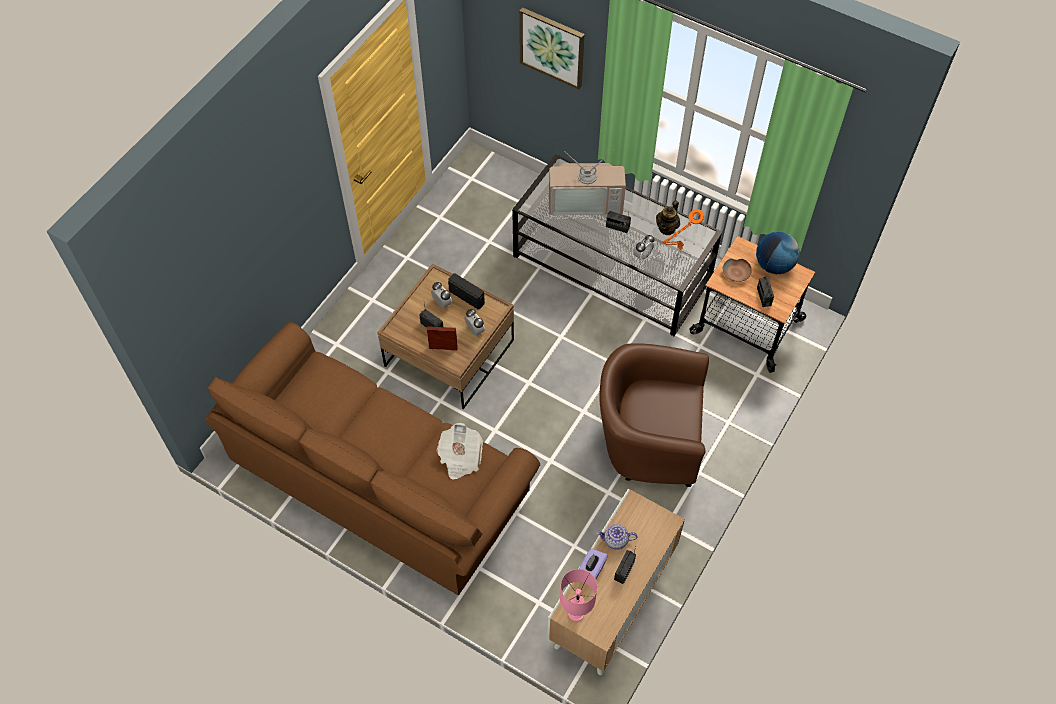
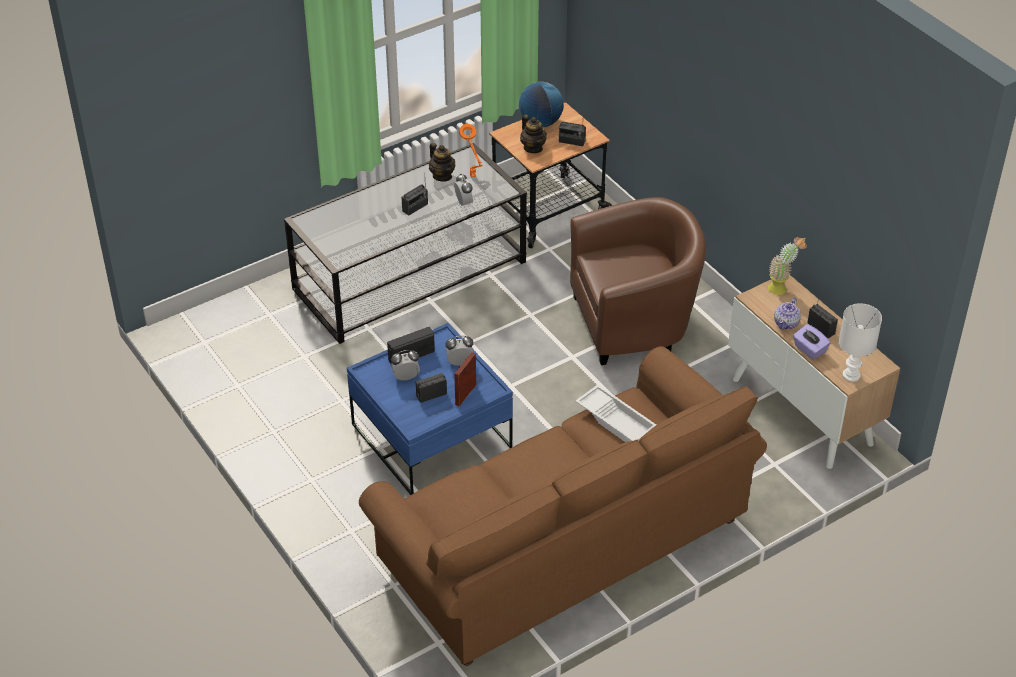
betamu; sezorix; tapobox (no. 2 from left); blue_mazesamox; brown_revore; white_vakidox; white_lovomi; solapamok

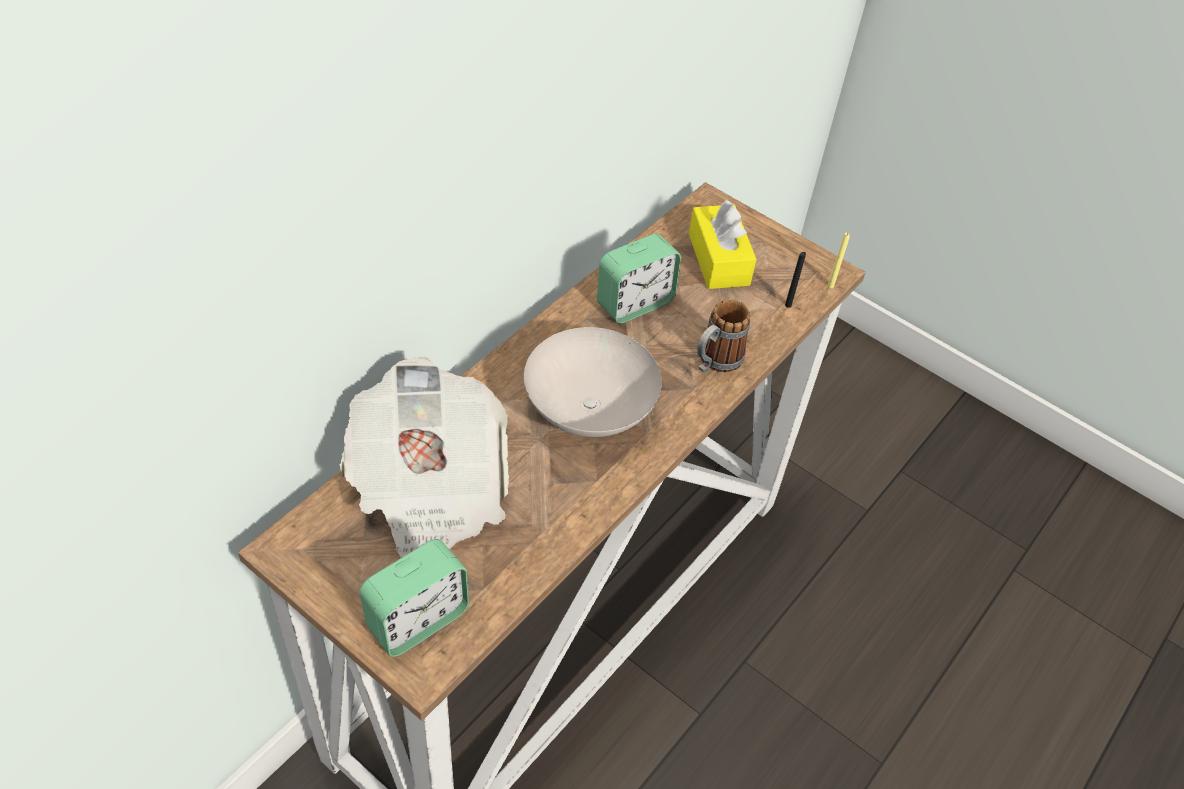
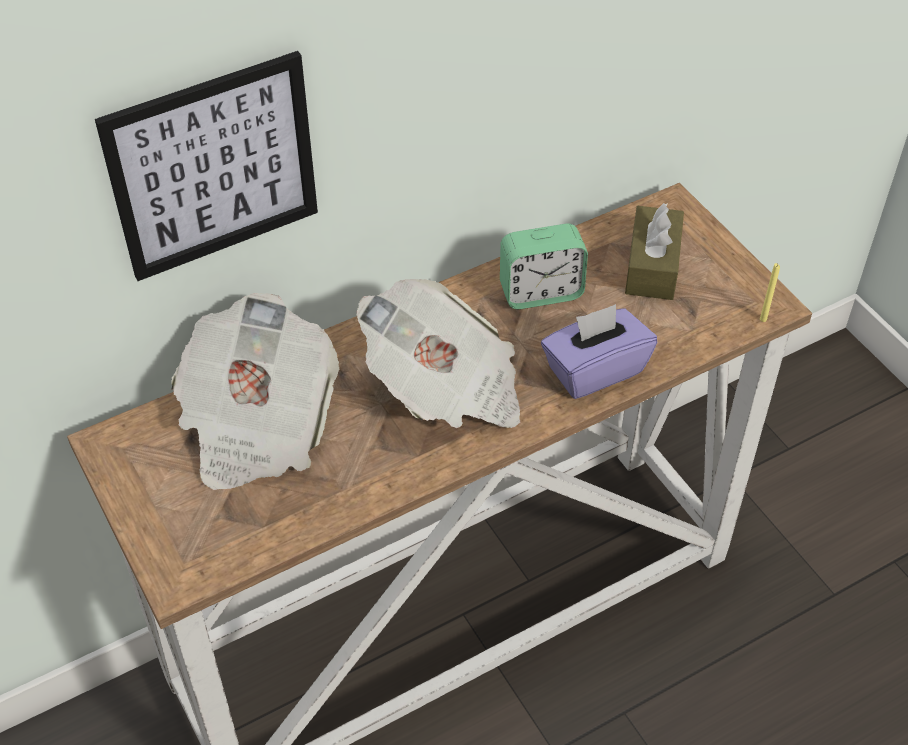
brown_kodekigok; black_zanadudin; purple_kodekigok; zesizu (no. 2 from left); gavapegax (no. 1 from left in the first image); betamu

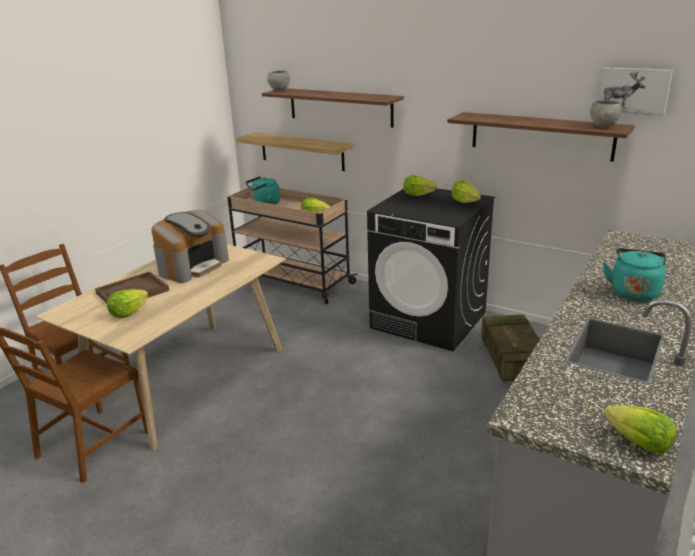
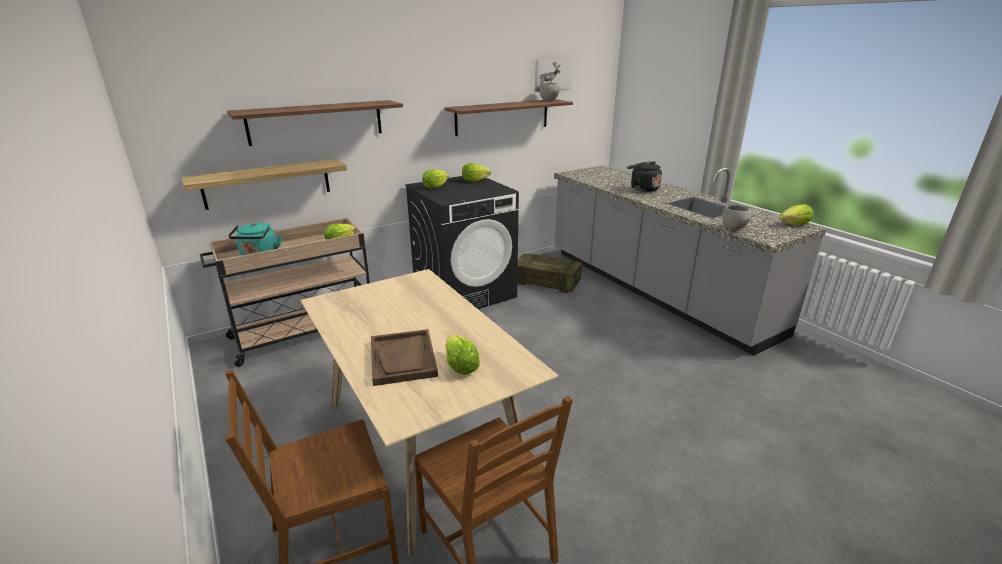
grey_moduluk (no. 2 from left); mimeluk; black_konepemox

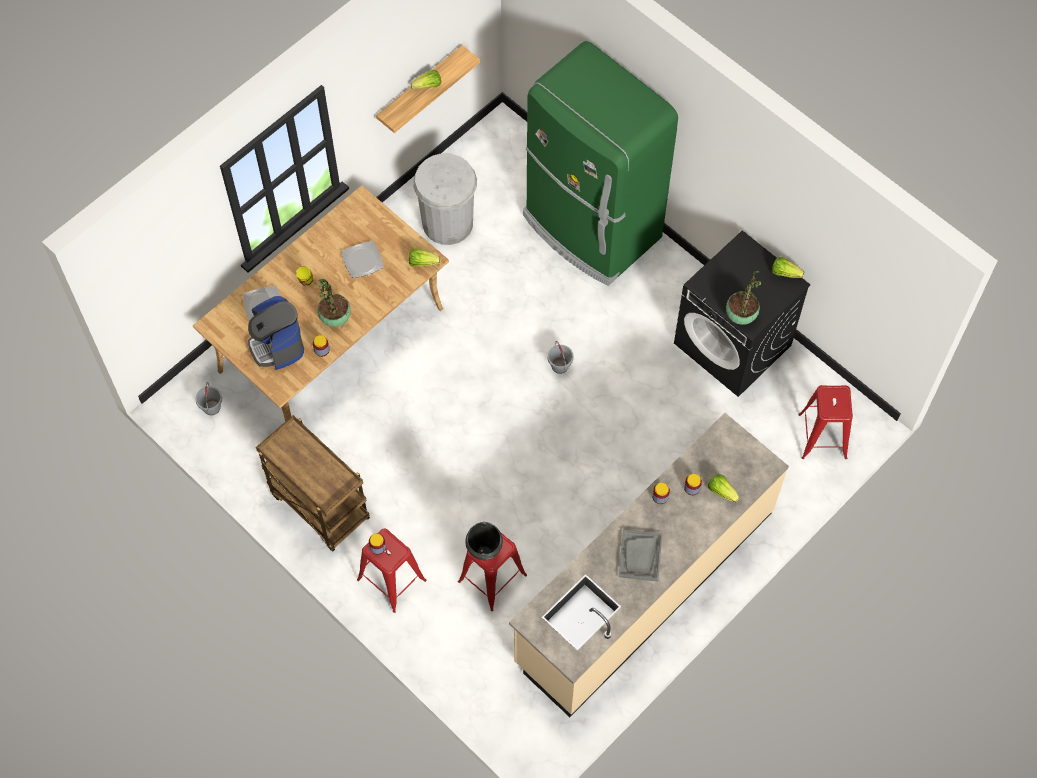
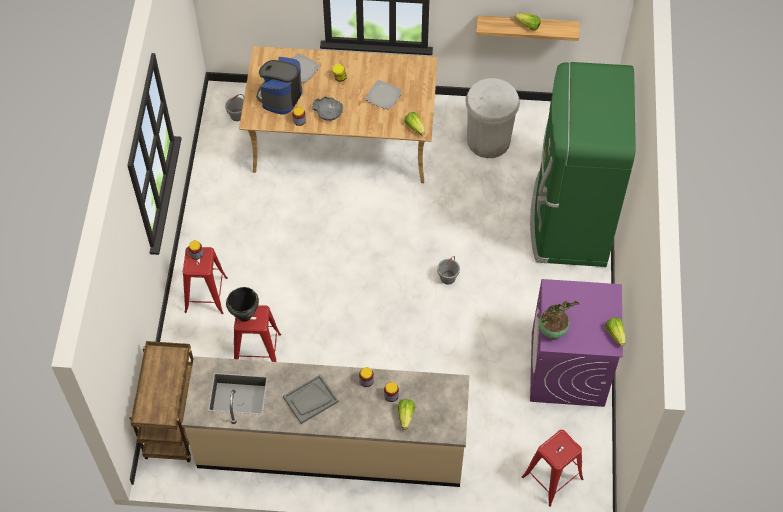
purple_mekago; grey_moduluk; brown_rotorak

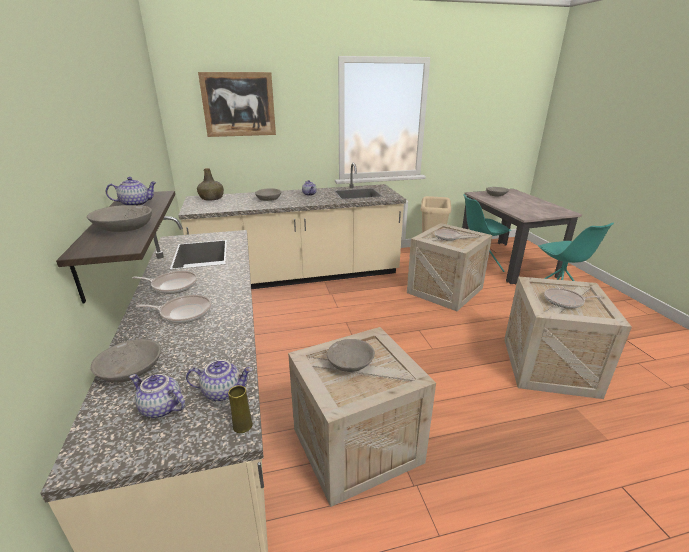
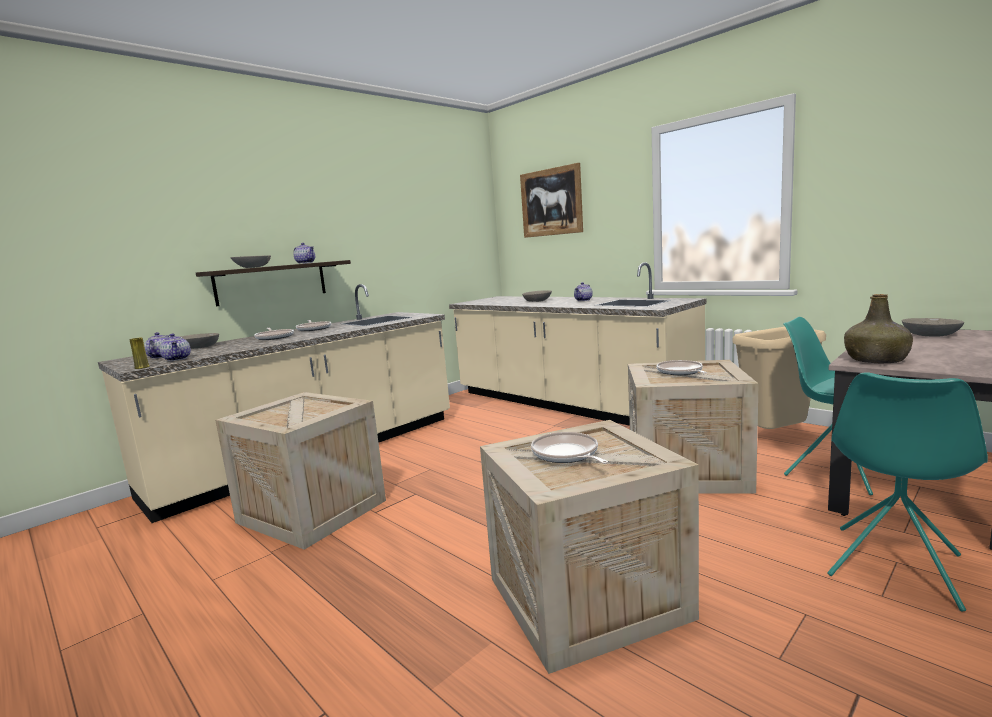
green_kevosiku; grey_moduluk (no. 4 from left in the first image)

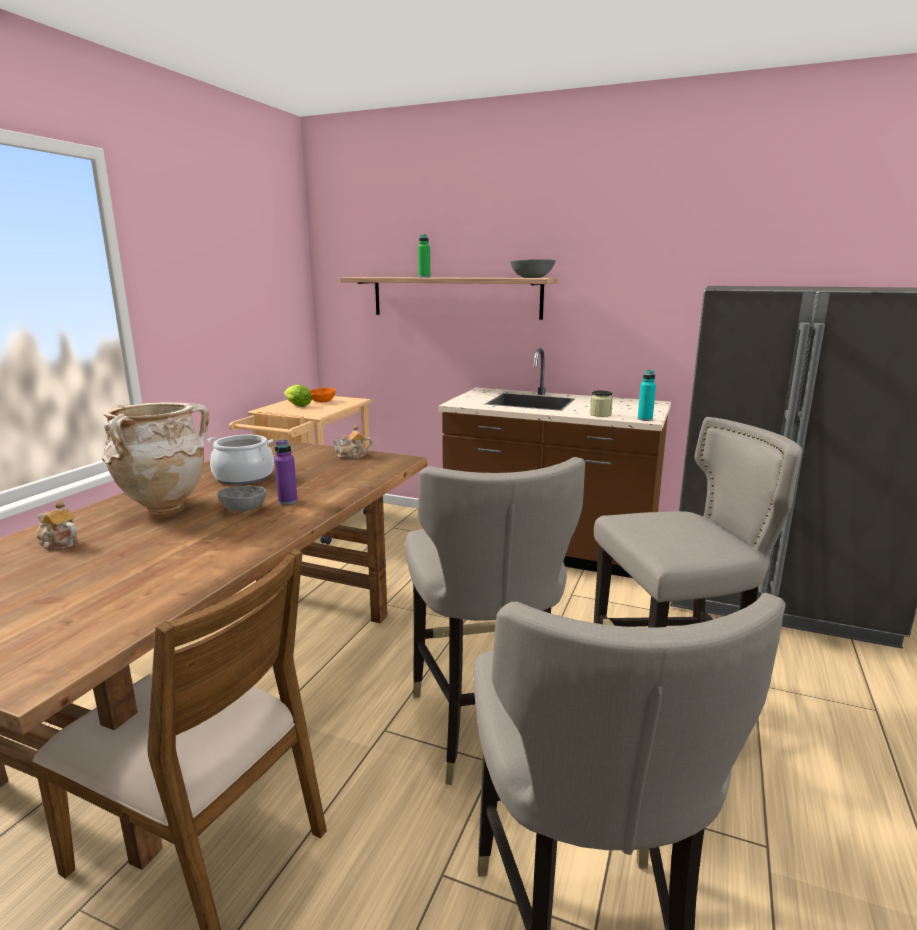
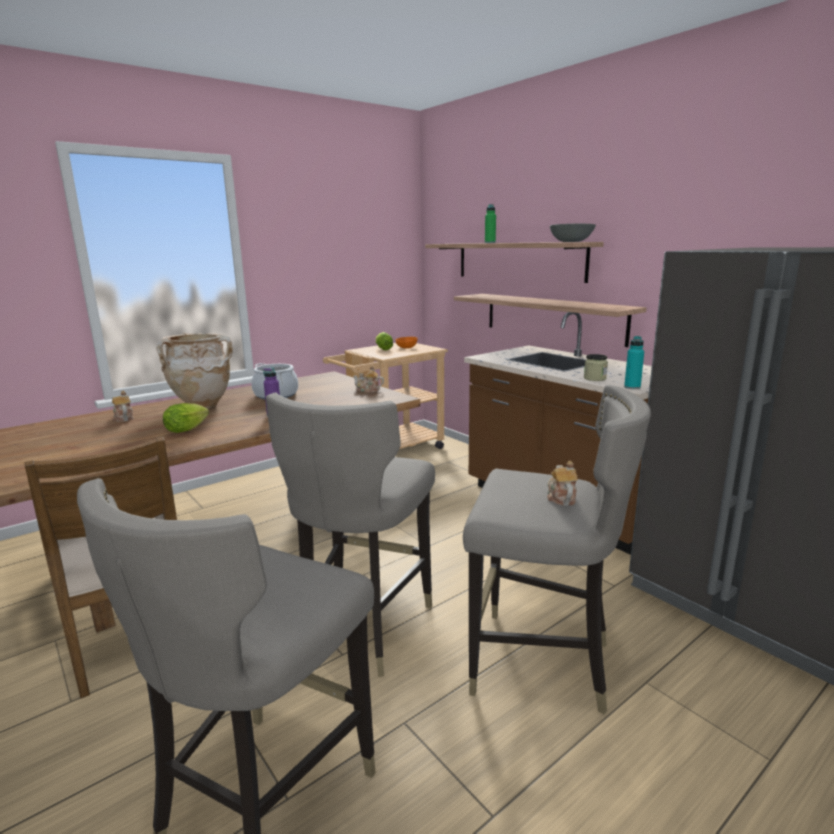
grey_moduluk (no. 1 from left in the first image); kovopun (no. 2 from left); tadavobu (no. 1 from left); tapobox (no. 3 from left)

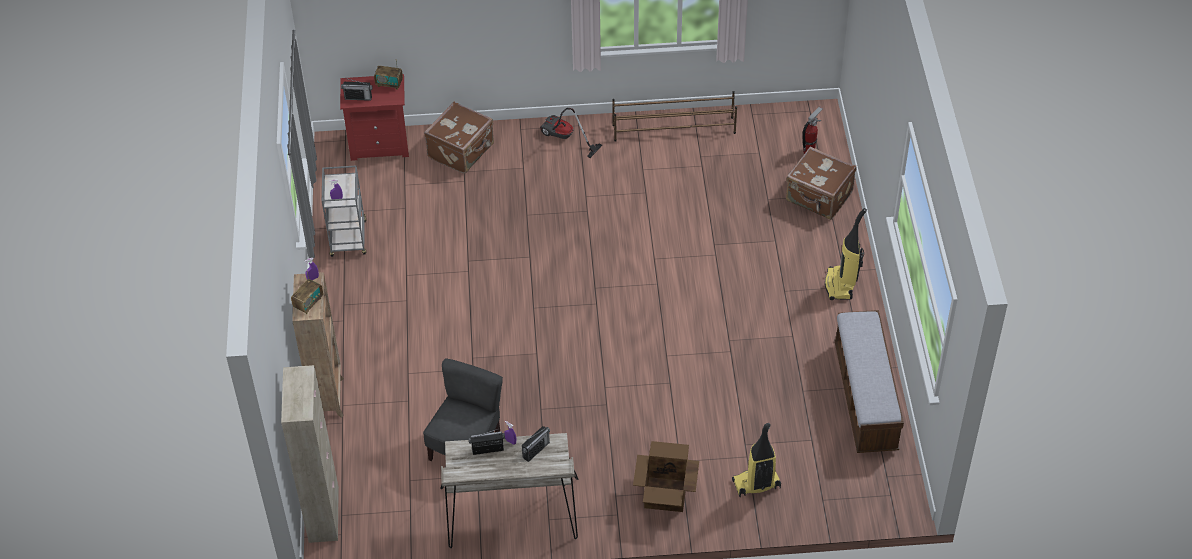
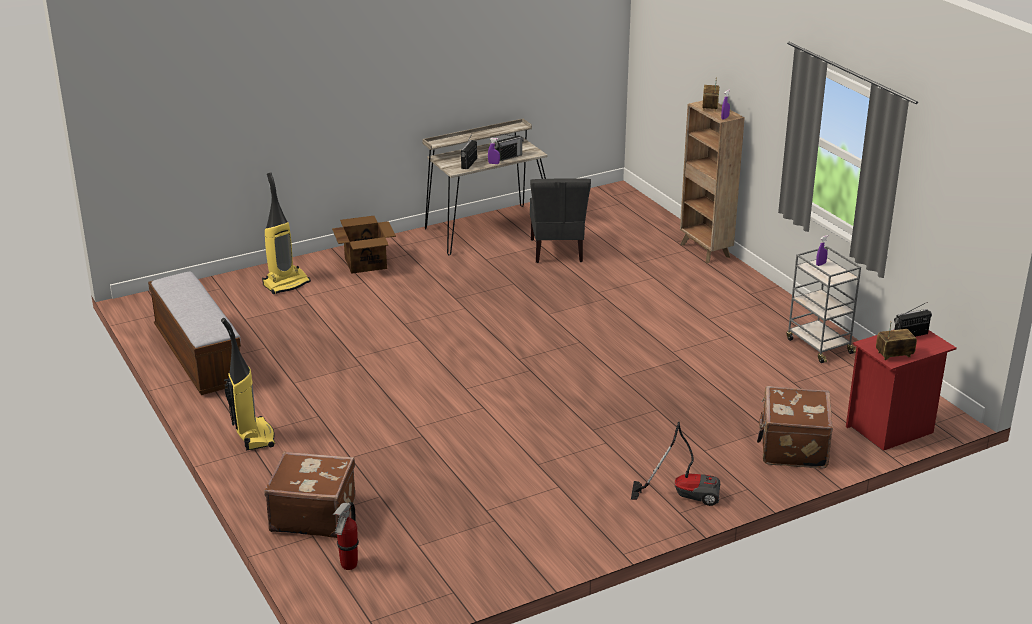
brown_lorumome; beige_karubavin

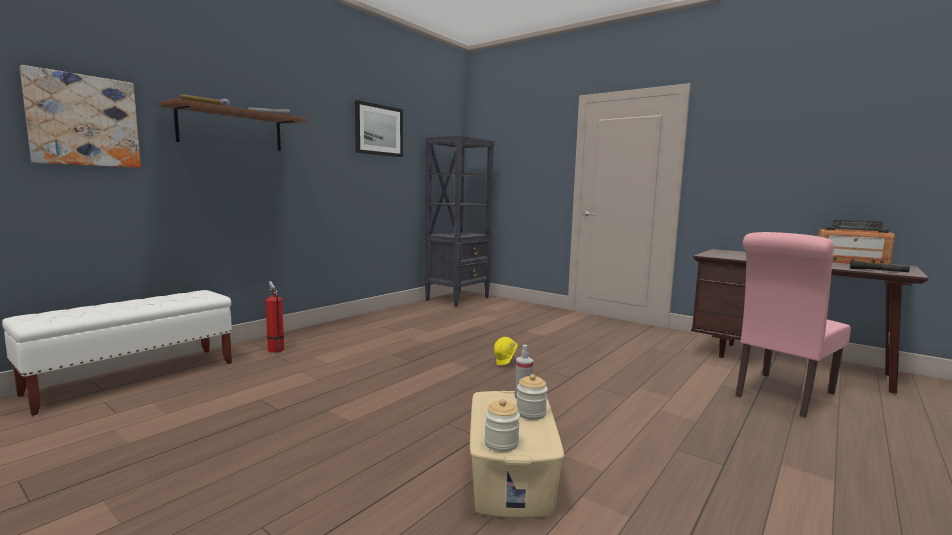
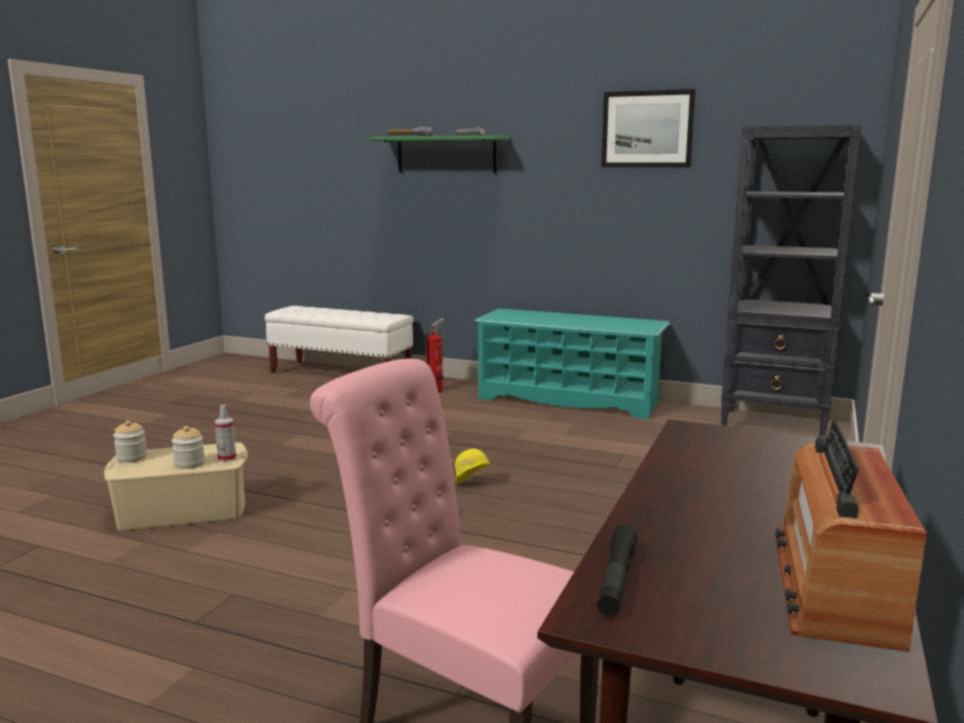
betamu (no. 1 from left in the first image); green_kovopun; turquoise_lorumome

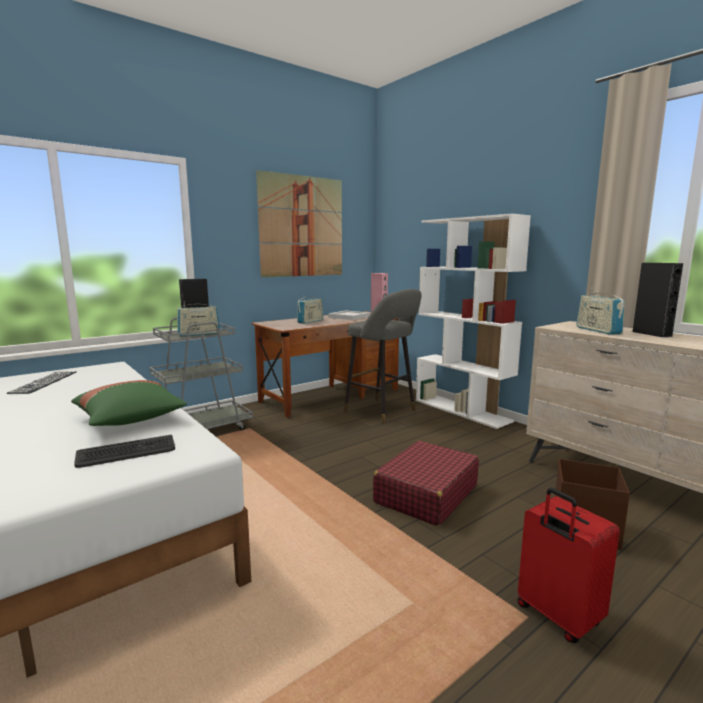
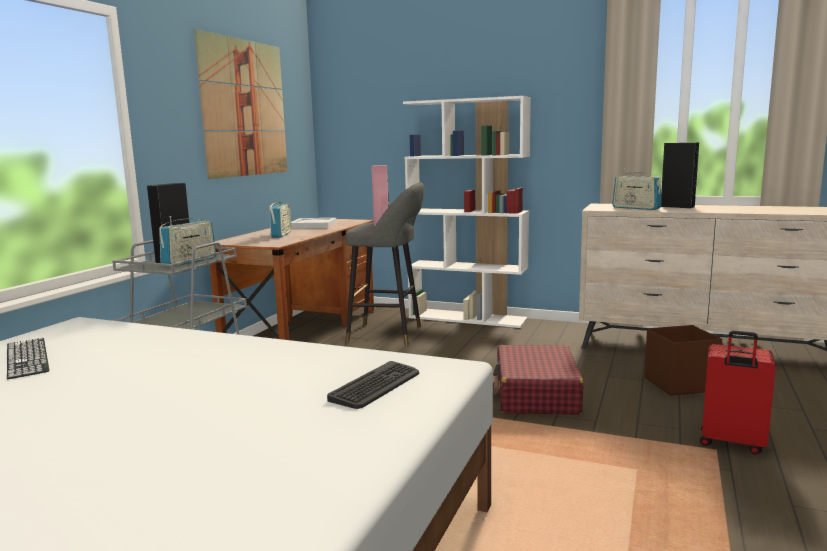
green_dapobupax

